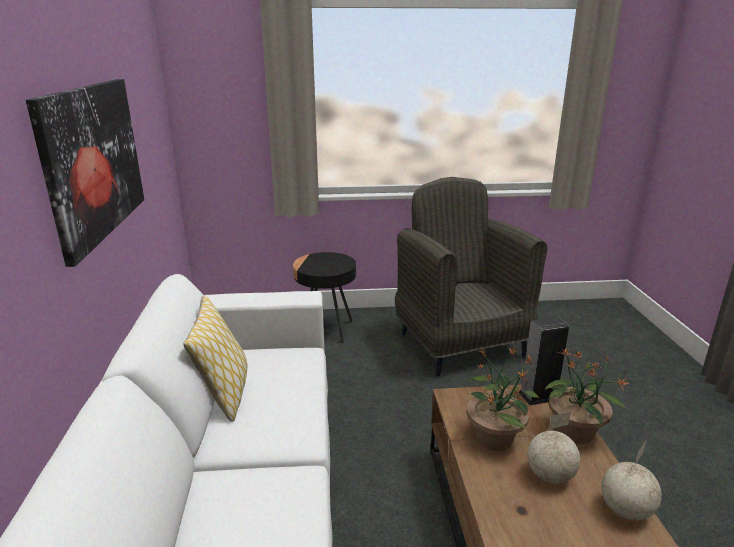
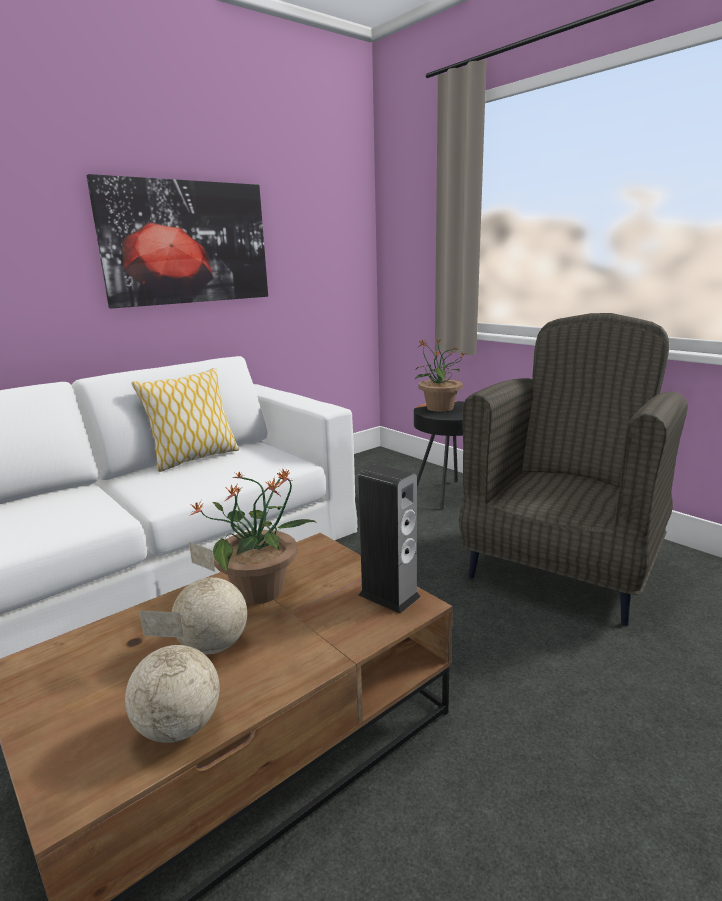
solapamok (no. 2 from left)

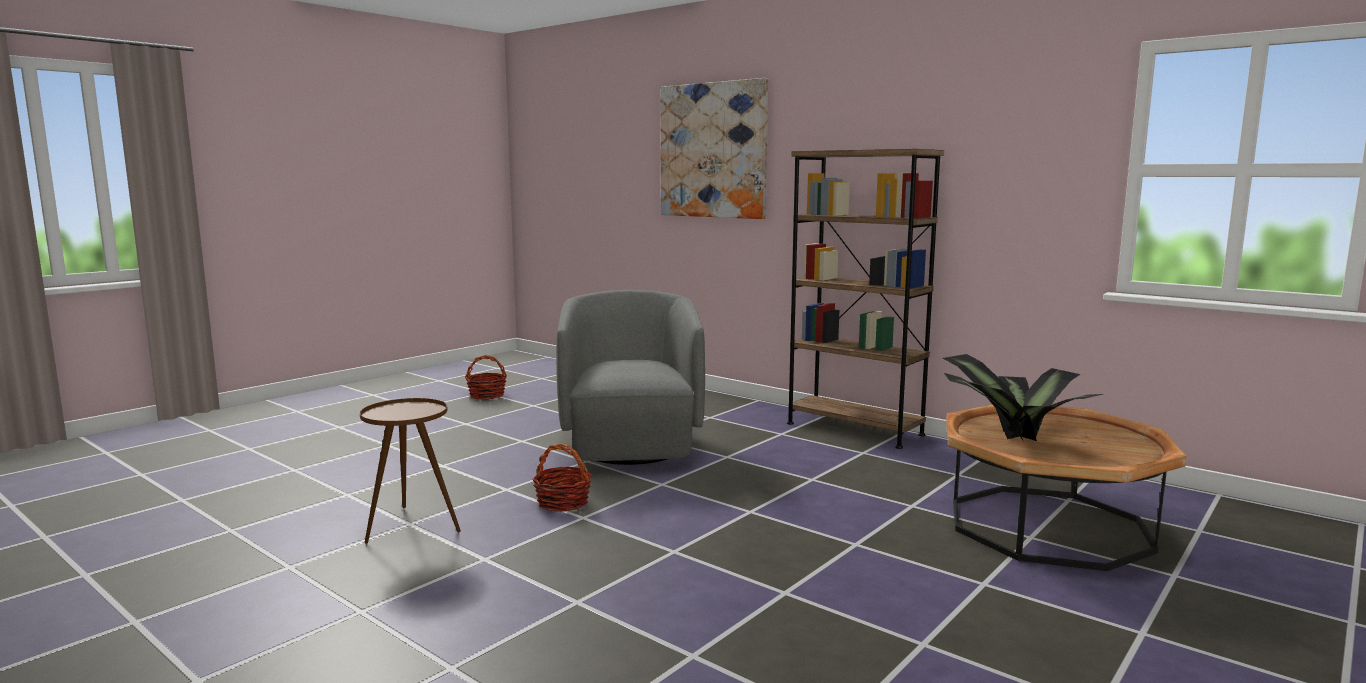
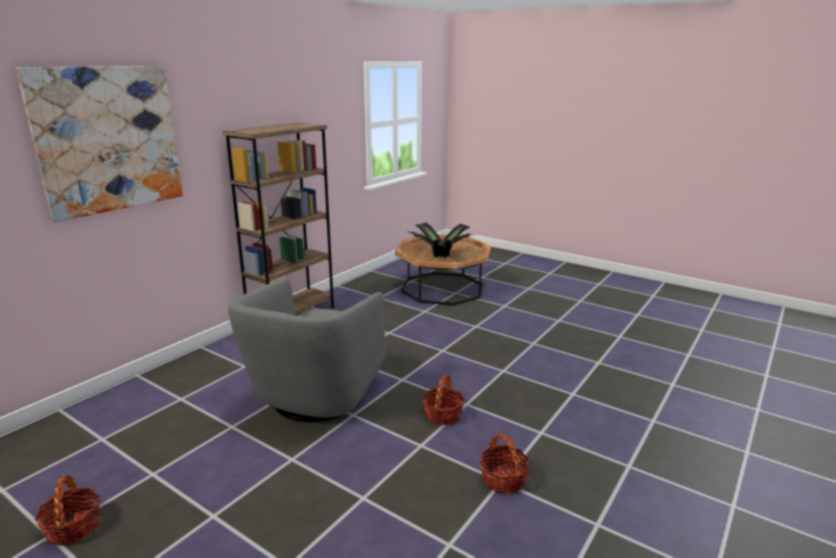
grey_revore; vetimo (no. 3 from left)

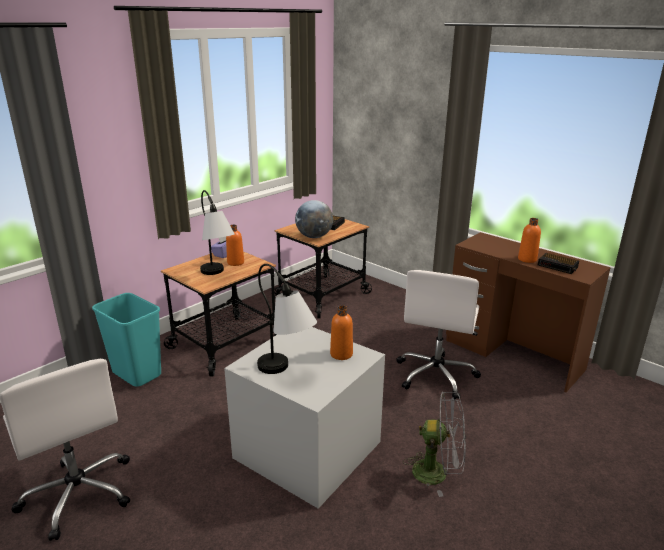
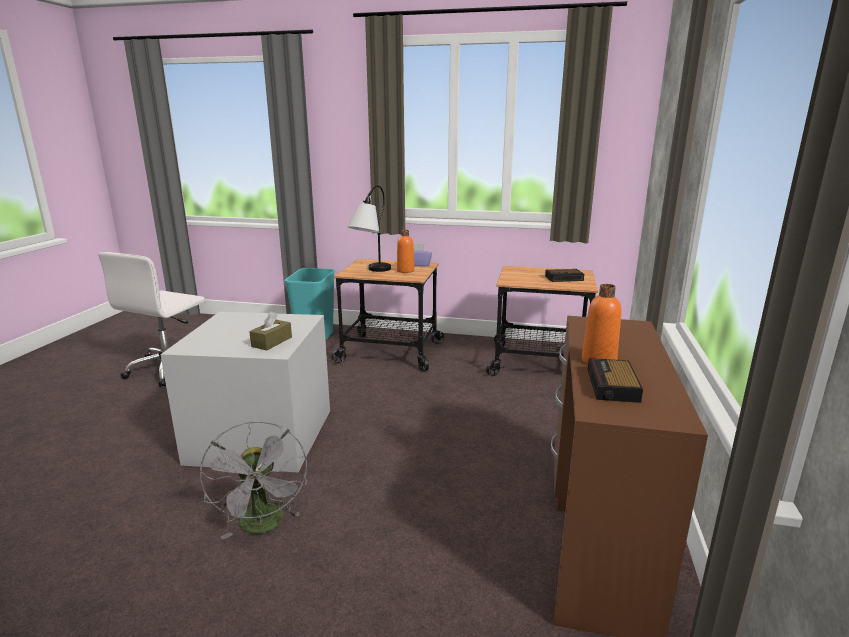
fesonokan; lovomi (no. 2 from left in the first image); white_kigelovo (no. 2 from left in the first image); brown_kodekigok

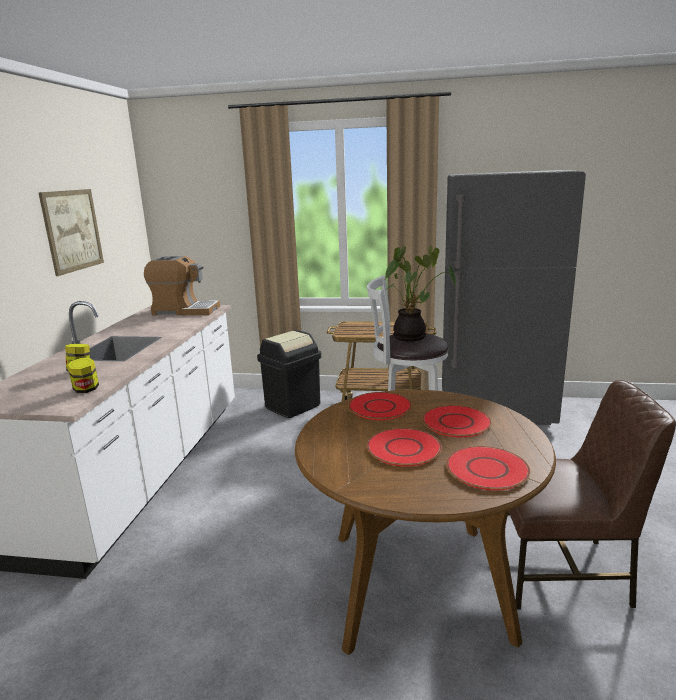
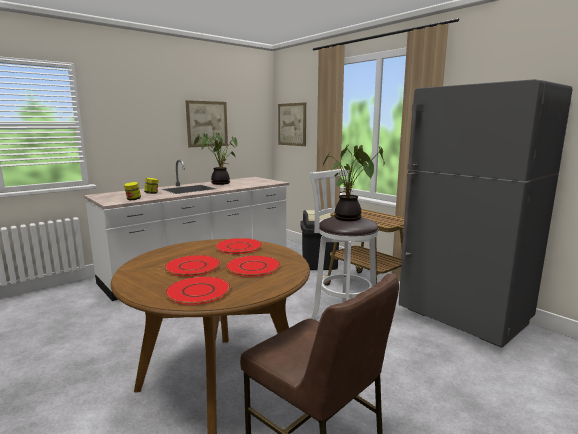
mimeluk; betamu (no. 2 from left); solapamok (no. 1 from left)

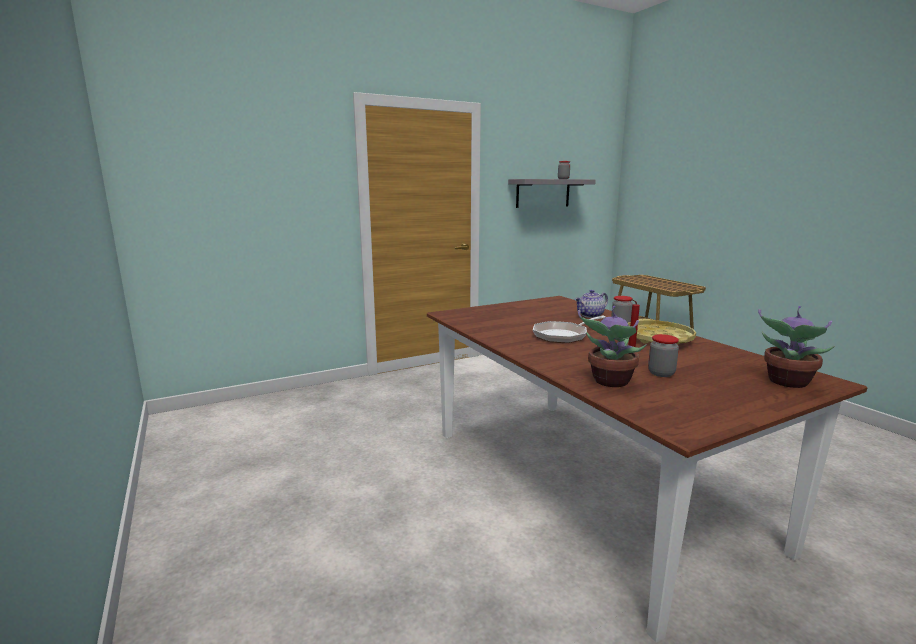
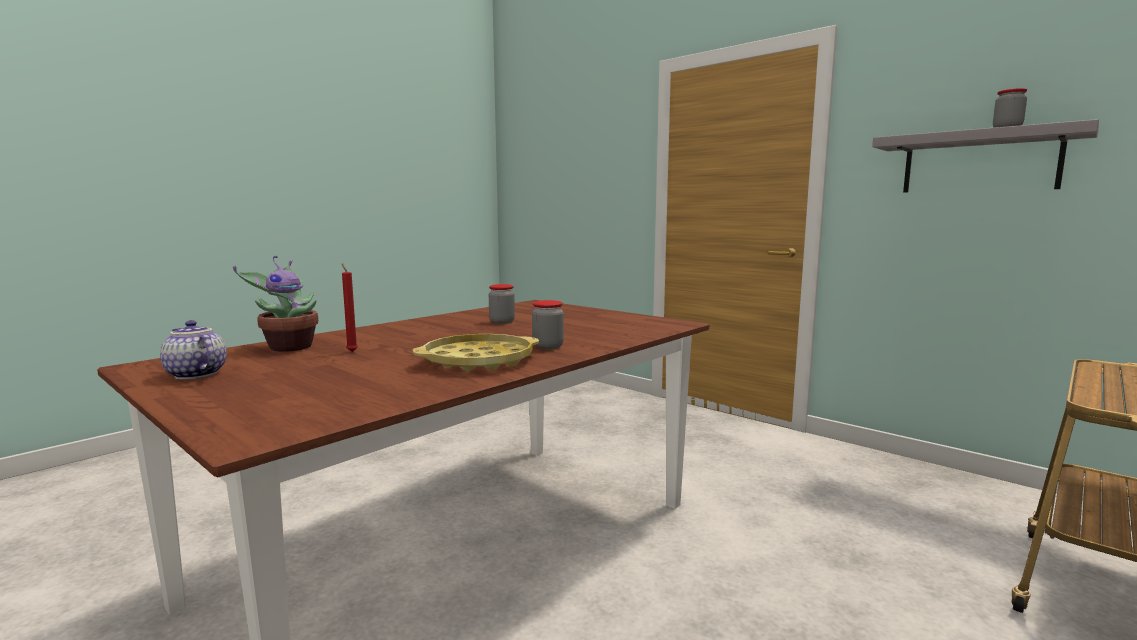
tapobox; solapamok (no. 2 from left in the first image); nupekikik; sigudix (no. 1 from left)

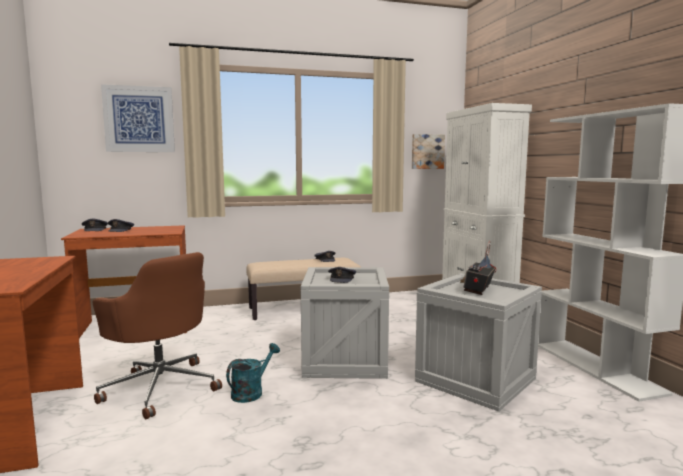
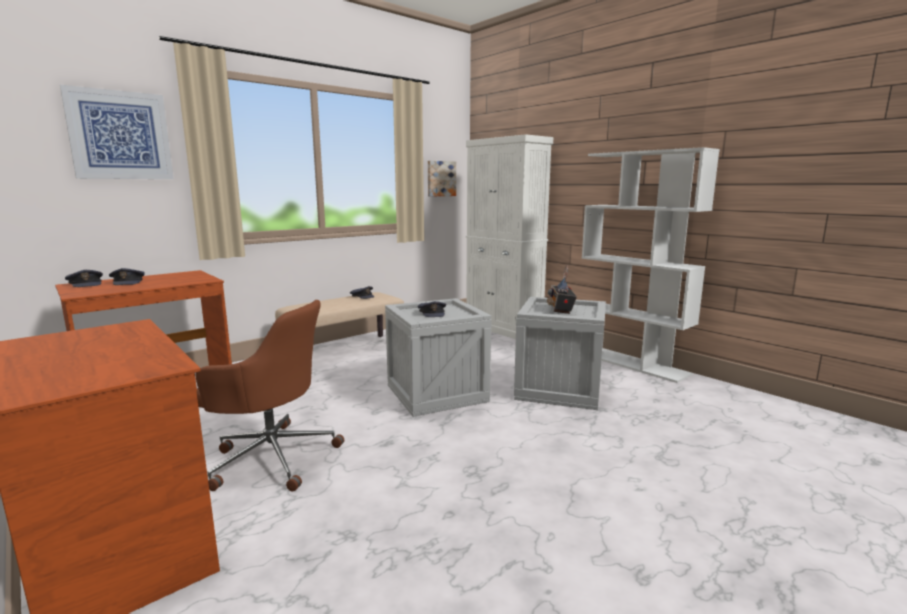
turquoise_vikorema

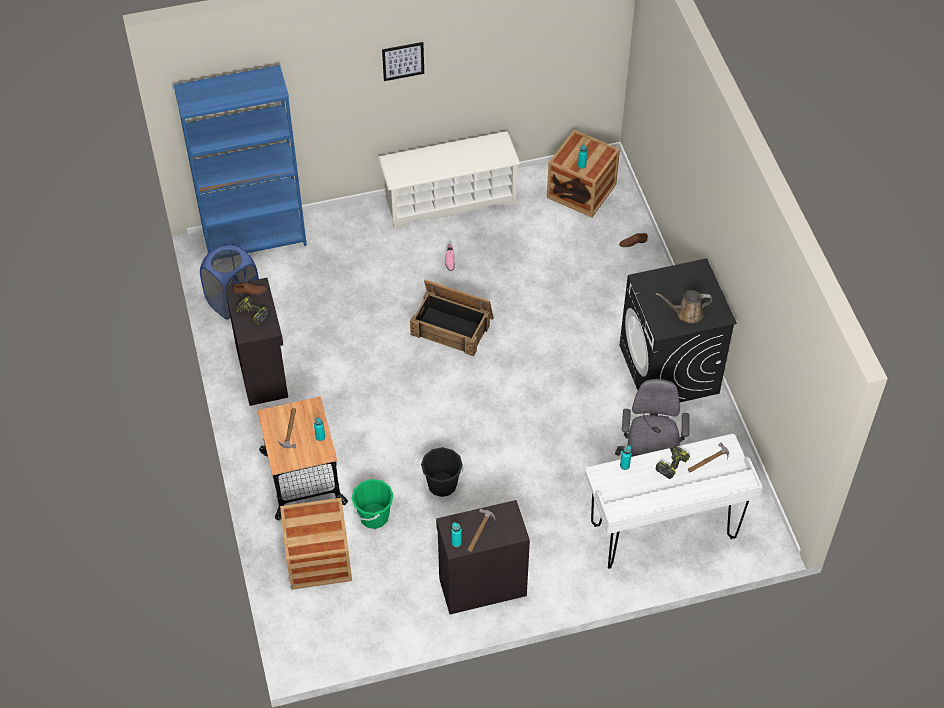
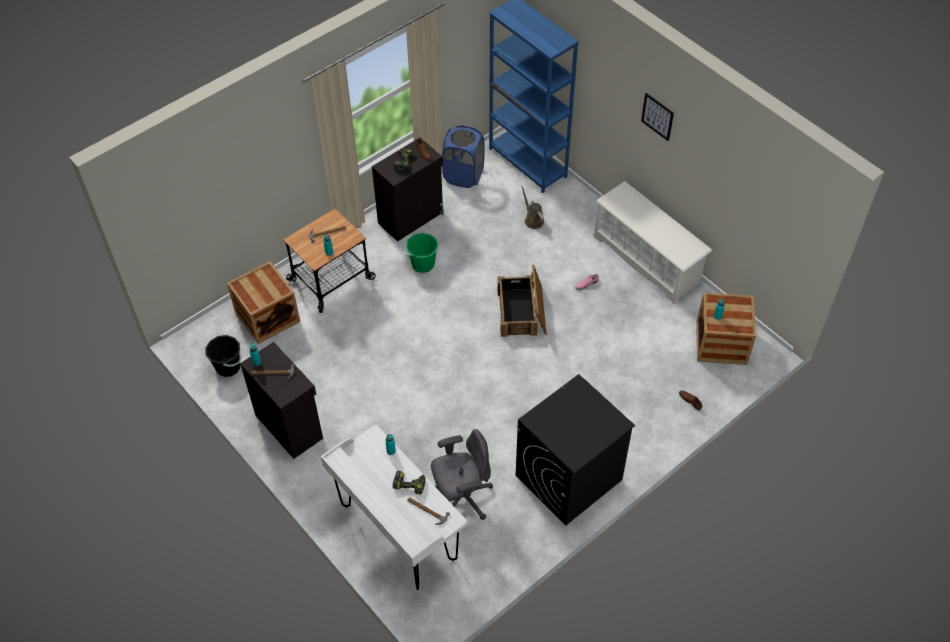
brown_vikorema; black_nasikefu; green_nasikefu

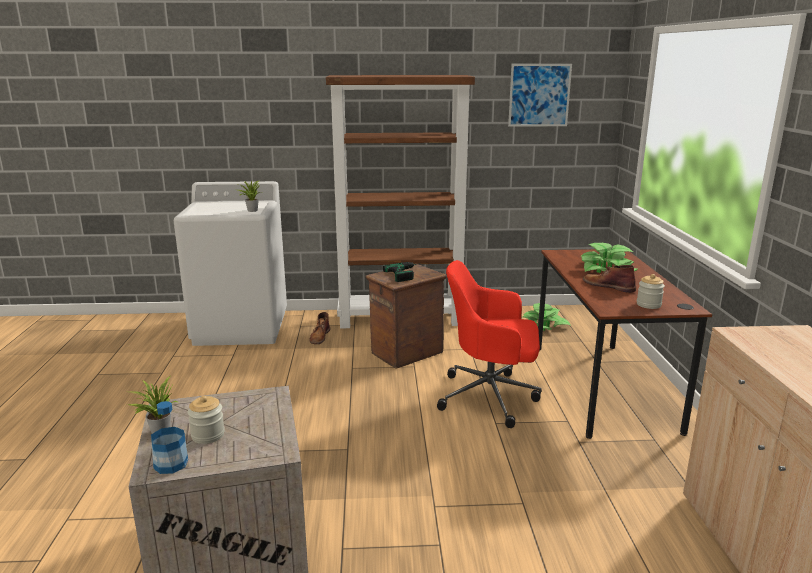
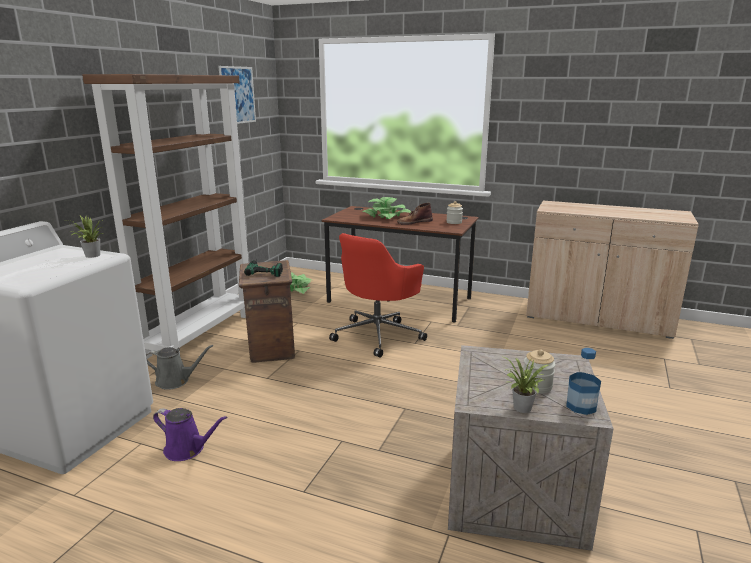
grey_vikorema; purple_vikorema

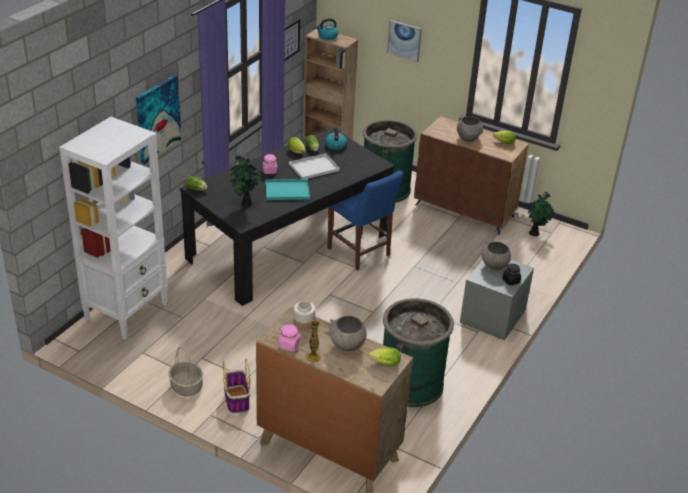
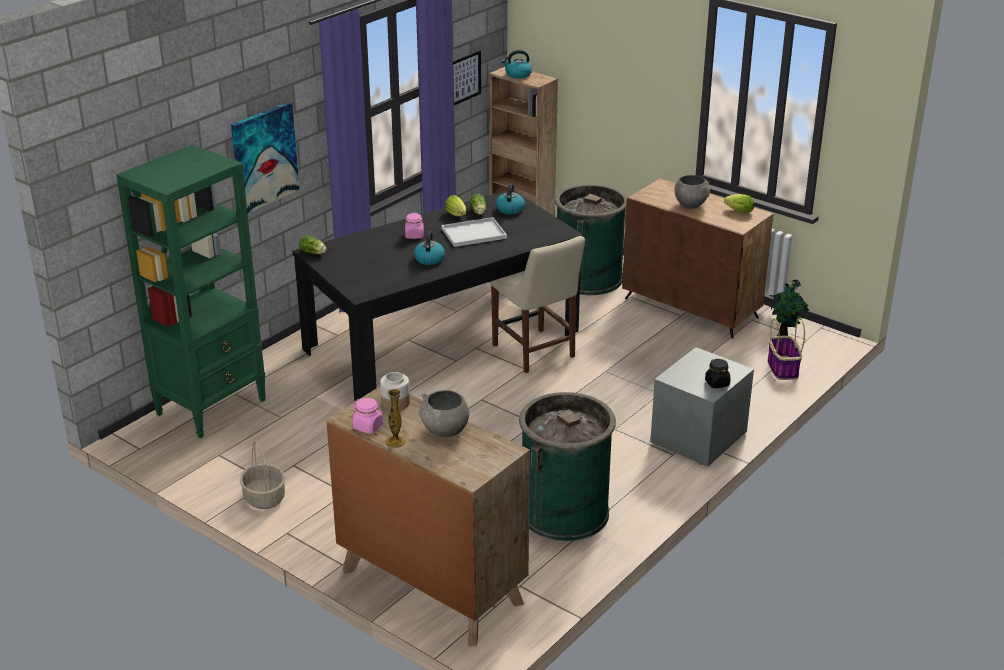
betamu (no. 3 from left in the first image); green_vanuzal; solapamok (no. 1 from left in the first image); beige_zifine; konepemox (no. 1 from left); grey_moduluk (no. 3 from left in the first image); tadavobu (no. 4 from left in the first image); vetimo (no. 2 from left)

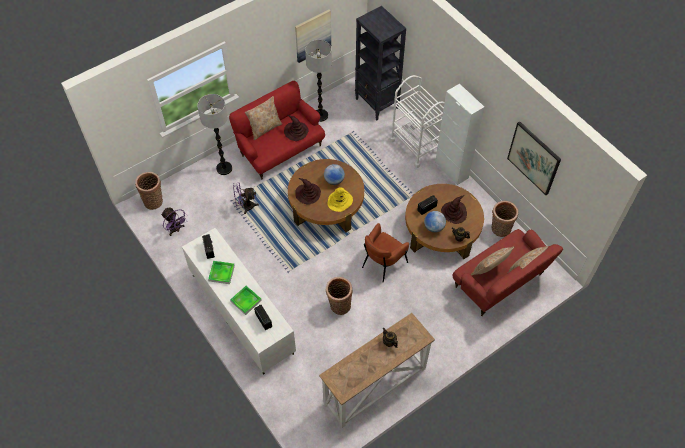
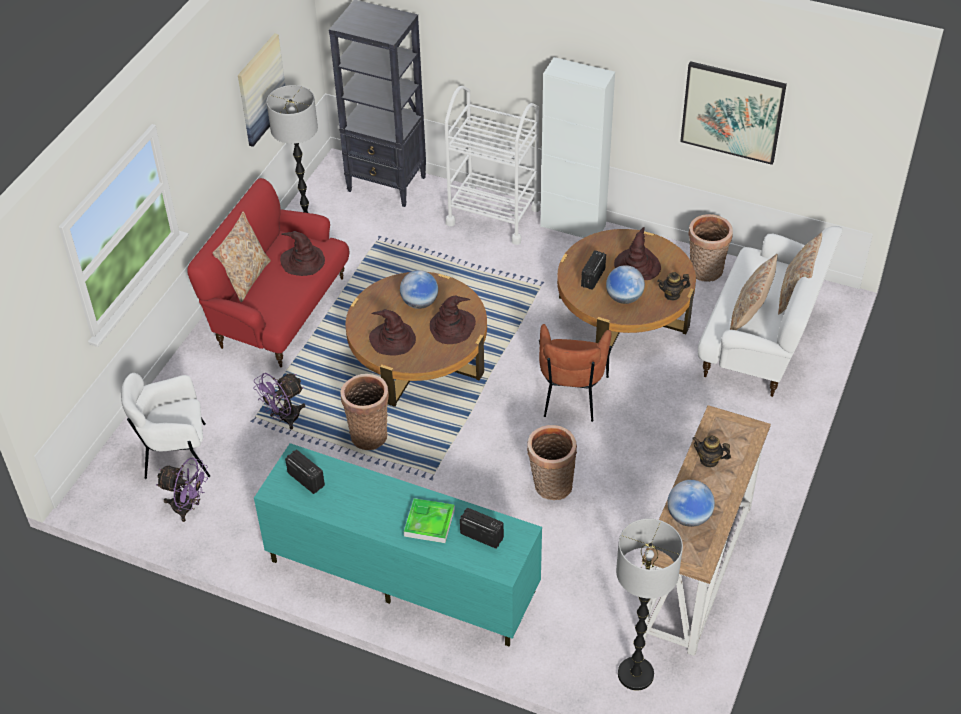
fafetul (no. 2 from left); vetimo (no. 1 from left); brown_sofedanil (no. 3 from left); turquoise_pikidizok; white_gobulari; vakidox (no. 1 from left in the first image); white_revore; fesonokan (no. 3 from left)

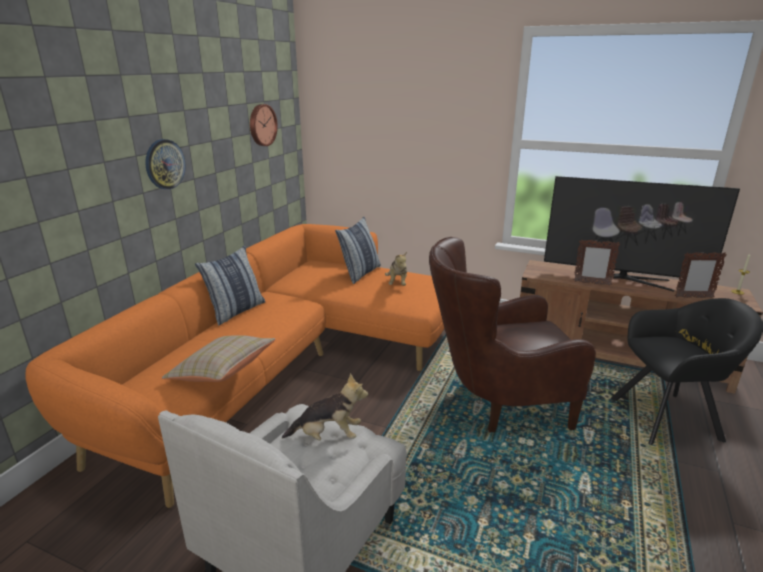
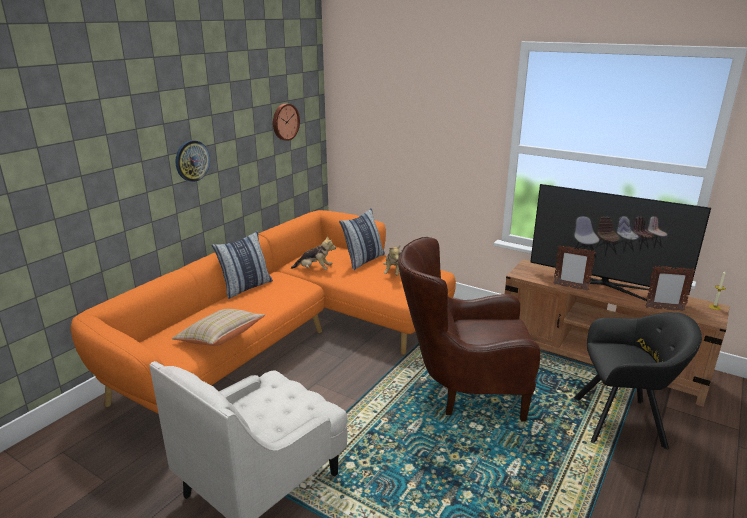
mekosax (no. 1 from left)

